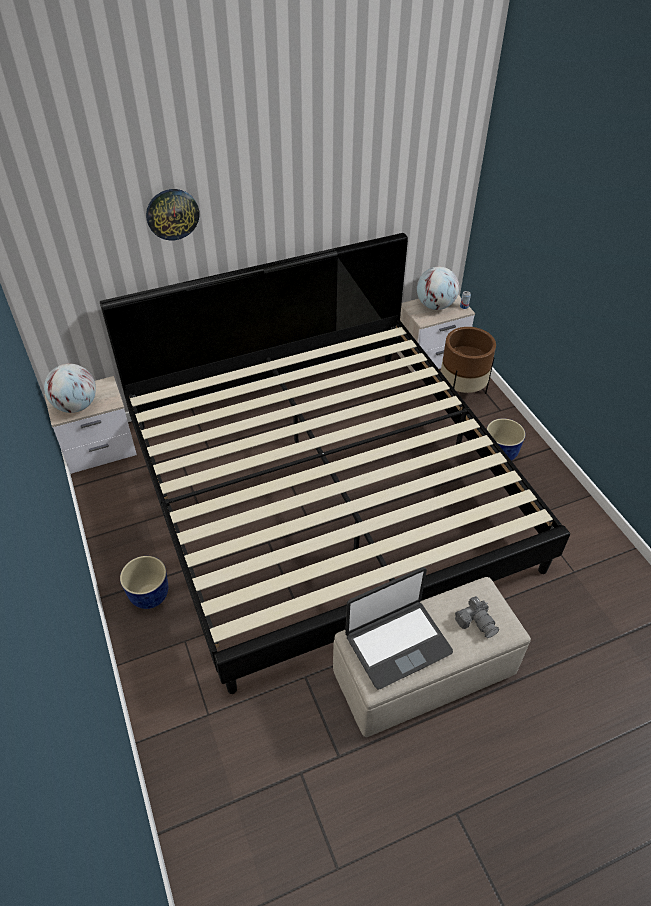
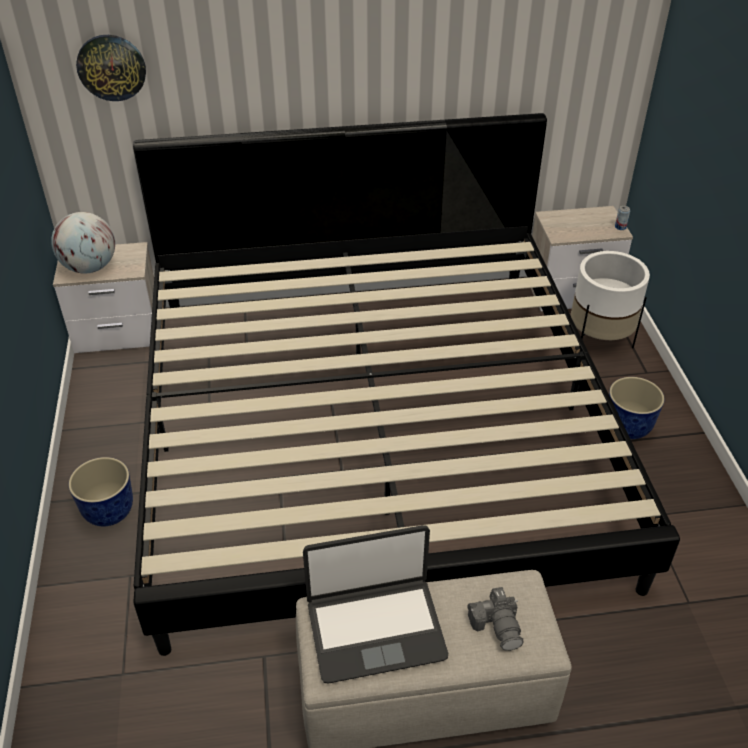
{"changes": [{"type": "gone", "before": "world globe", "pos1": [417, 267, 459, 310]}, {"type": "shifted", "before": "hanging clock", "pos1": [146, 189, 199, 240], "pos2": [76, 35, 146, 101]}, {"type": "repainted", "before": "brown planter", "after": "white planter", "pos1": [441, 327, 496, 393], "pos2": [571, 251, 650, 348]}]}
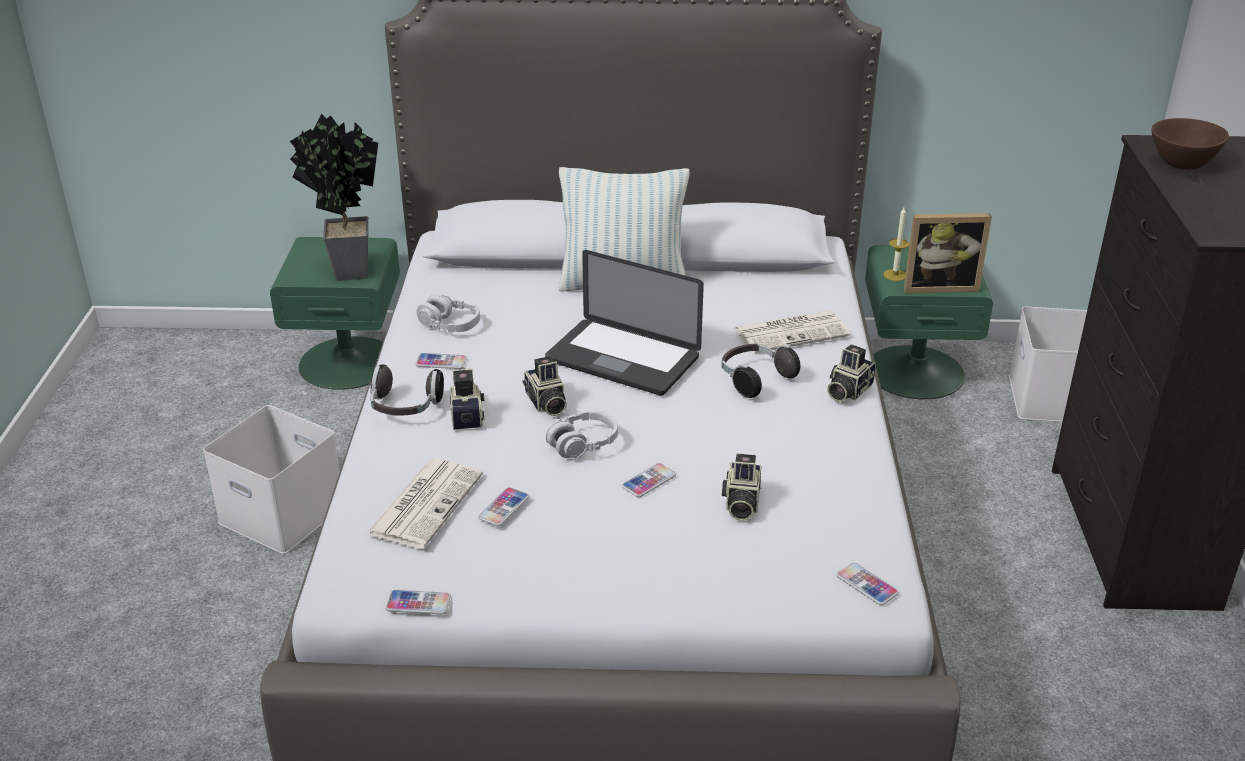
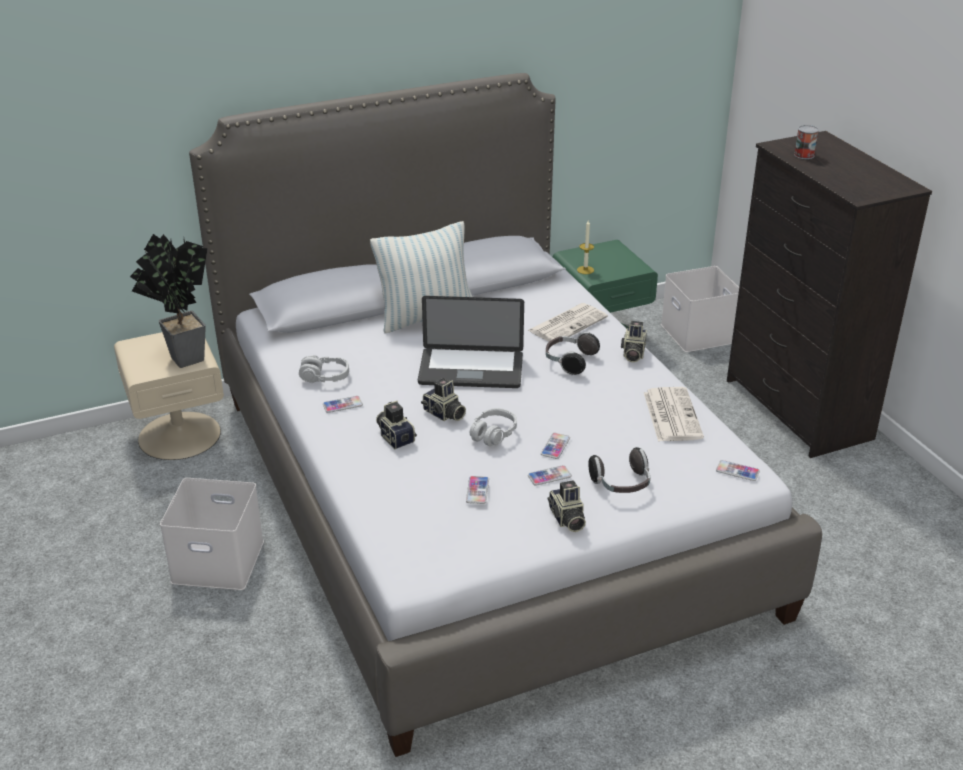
{"changes": [{"type": "gone", "before": "photo frame", "pos1": [904, 213, 992, 293]}, {"type": "shifted", "before": "printed paper", "pos1": [365, 459, 483, 549], "pos2": [644, 387, 704, 442]}, {"type": "shifted", "before": "pair of headphones", "pos1": [370, 364, 444, 416], "pos2": [588, 447, 650, 493]}, {"type": "shifted", "before": "handset", "pos1": [385, 590, 451, 614], "pos2": [528, 465, 572, 486]}, {"type": "shifted", "before": "still camera", "pos1": [722, 454, 762, 521], "pos2": [547, 480, 586, 532]}, {"type": "swapped", "before": "brown deep dish", "after": "sealed can", "pos1": [1151, 118, 1229, 170], "pos2": [794, 125, 819, 159]}, {"type": "repainted", "before": "green nightstand", "after": "beige-coloured nightstand", "pos1": [270, 237, 400, 390], "pos2": [114, 332, 224, 460]}]}
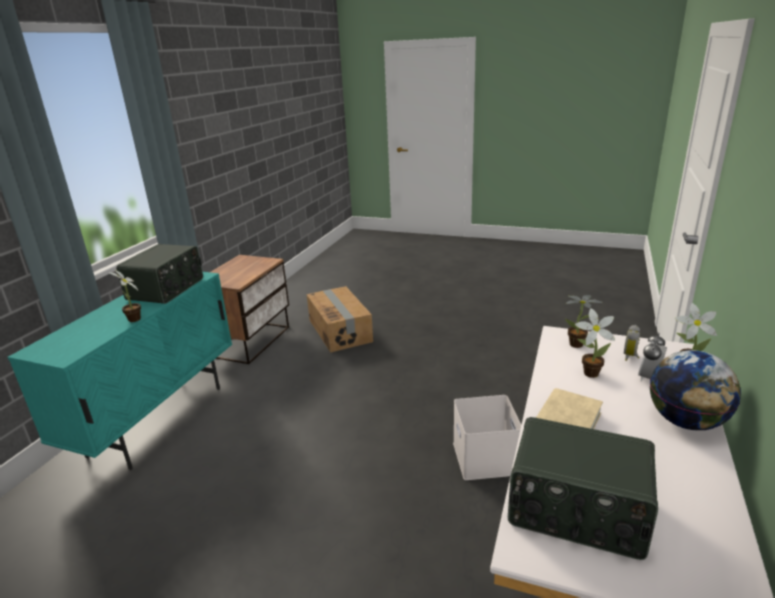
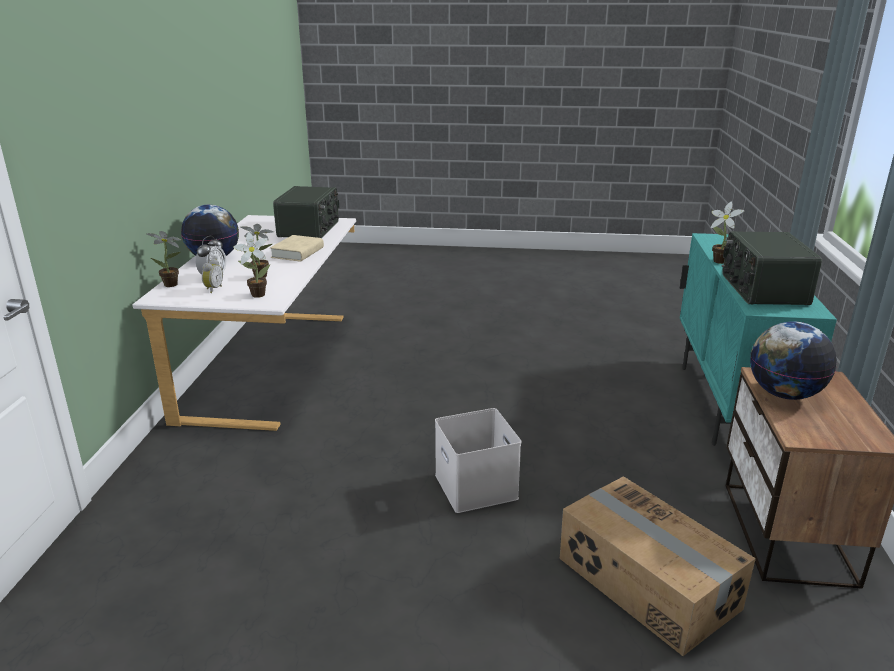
{"changes": [{"type": "new", "after": "world globe", "pos2": [750, 321, 837, 400]}, {"type": "shifted", "before": "white storage box", "pos1": [453, 395, 521, 480], "pos2": [435, 408, 522, 513]}, {"type": "rotated", "before": "radio receiver", "pos1": [508, 417, 658, 560], "pos2": [273, 186, 339, 238], "turn": 90}]}
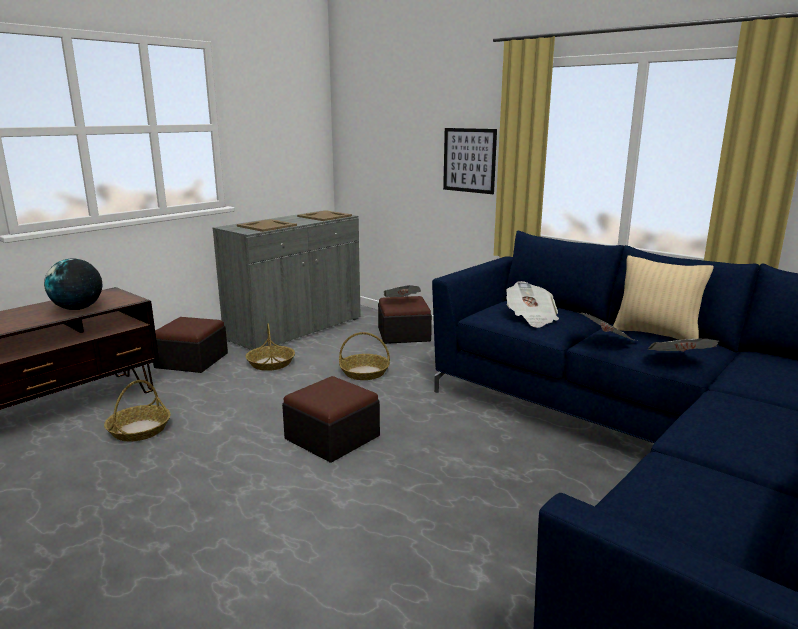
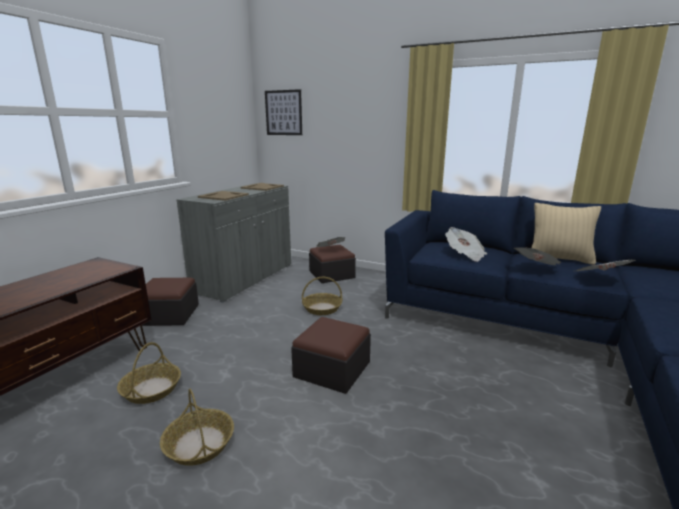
{"changes": [{"type": "gone", "before": "world globe", "pos1": [44, 259, 102, 310]}, {"type": "shifted", "before": "household basket", "pos1": [246, 323, 295, 371], "pos2": [160, 389, 234, 466]}, {"type": "shifted", "before": "wall art", "pos1": [443, 128, 497, 194], "pos2": [265, 89, 302, 135]}]}
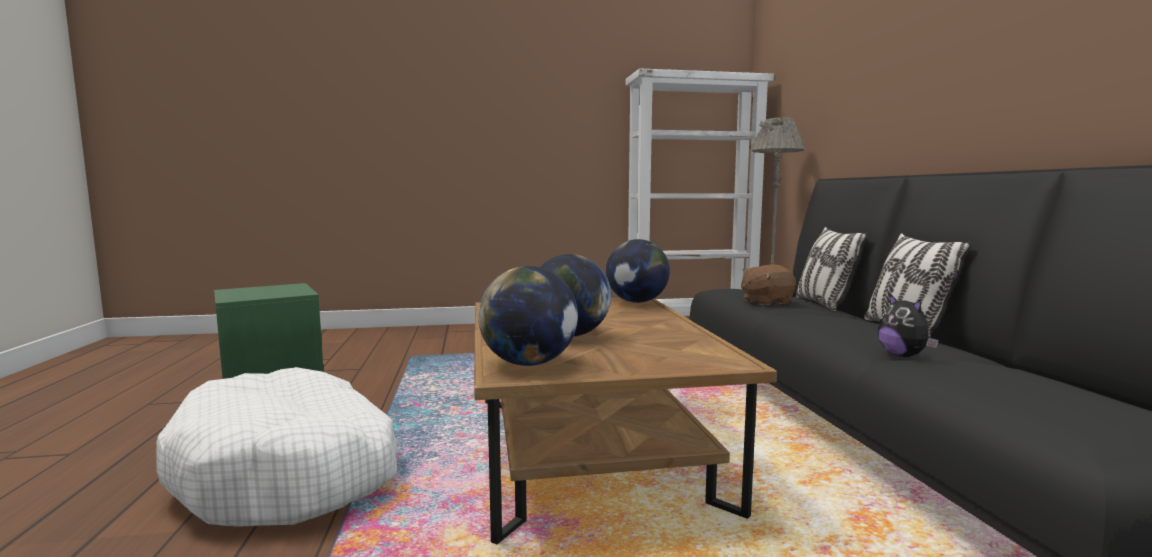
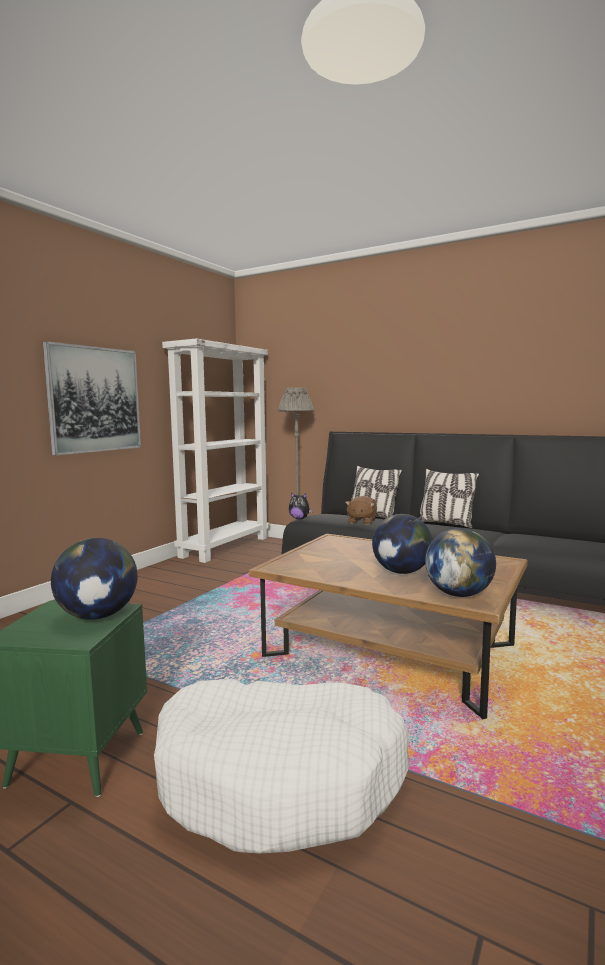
{"changes": [{"type": "new", "after": "wall art", "pos2": [43, 341, 141, 456]}, {"type": "shifted", "before": "world globe", "pos1": [606, 239, 670, 303], "pos2": [51, 538, 138, 620]}, {"type": "shifted", "before": "plush toy", "pos1": [878, 294, 939, 357], "pos2": [289, 492, 313, 519]}]}
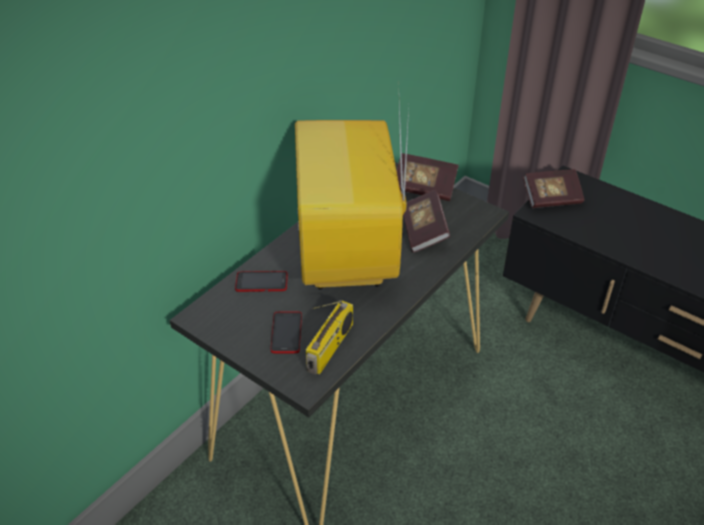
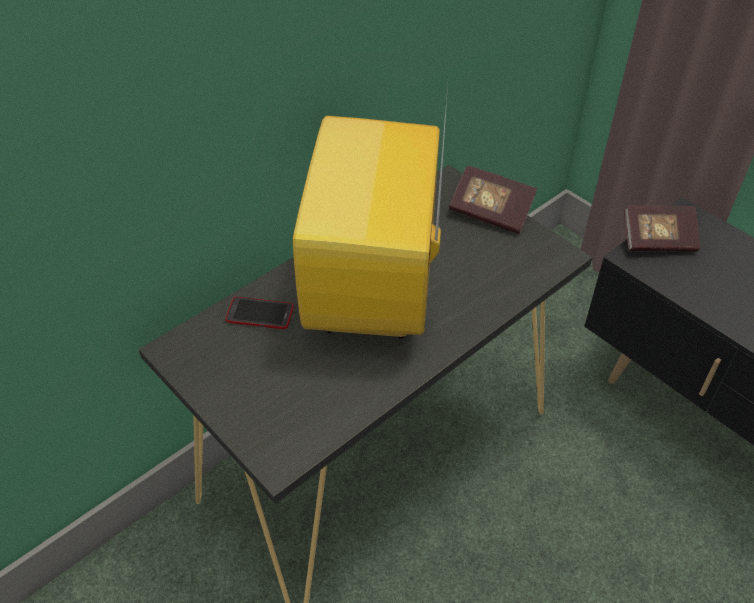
{"changes": [{"type": "gone", "before": "handset", "pos1": [271, 312, 302, 353]}, {"type": "gone", "before": "radio receiver", "pos1": [306, 300, 353, 375]}, {"type": "gone", "before": "bound book", "pos1": [403, 190, 450, 253]}]}
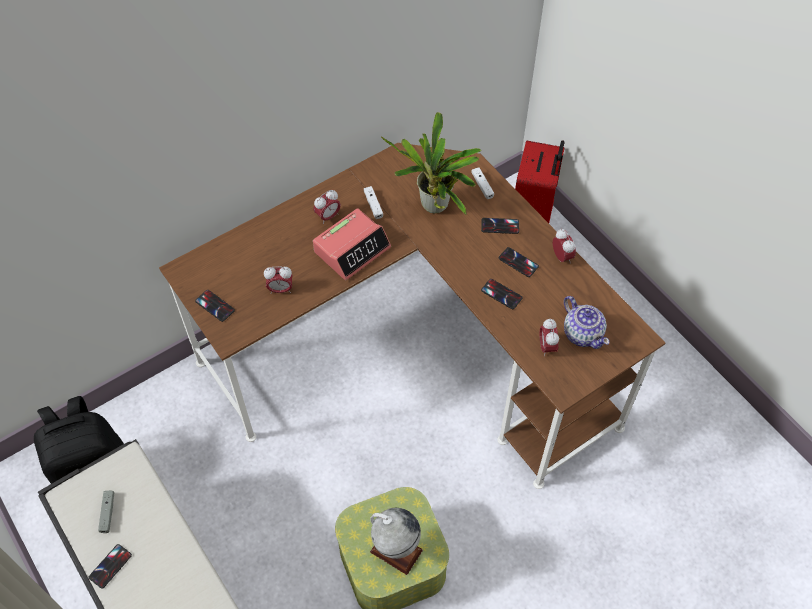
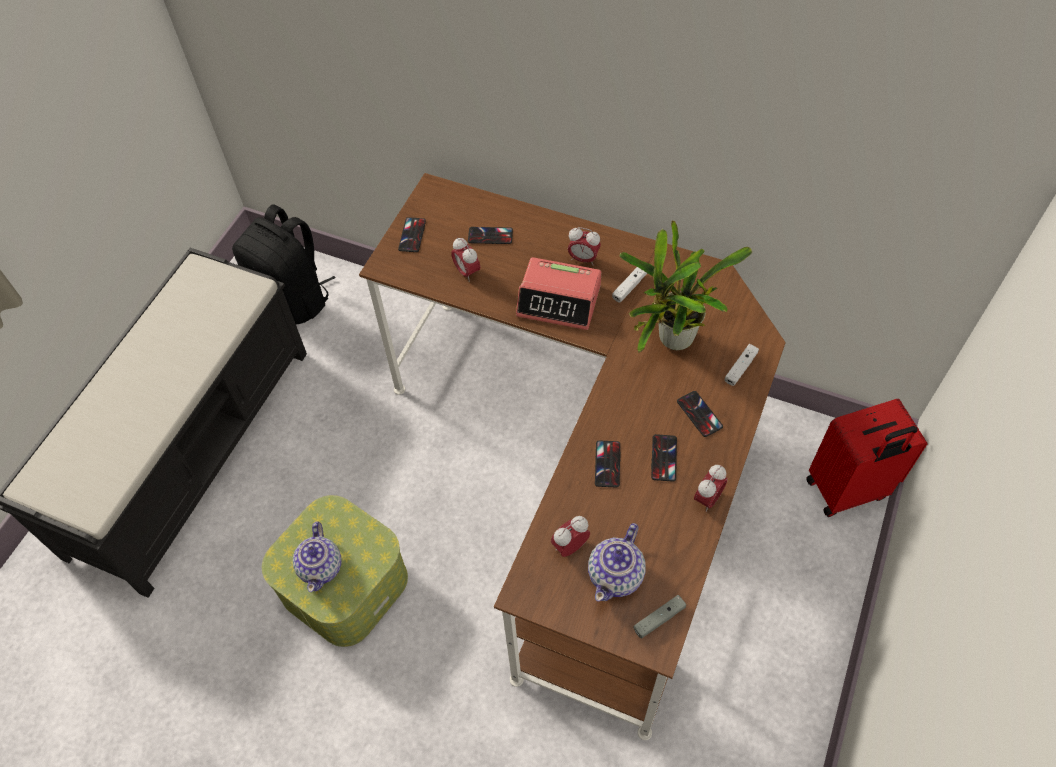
{"changes": [{"type": "shifted", "before": "handset", "pos1": [89, 544, 132, 589], "pos2": [468, 227, 513, 244]}, {"type": "shifted", "before": "greyish joypad", "pos1": [98, 491, 114, 533], "pos2": [634, 595, 686, 639]}, {"type": "swapped", "before": "world globe", "after": "teapot", "pos1": [370, 508, 423, 575], "pos2": [293, 521, 342, 592]}]}
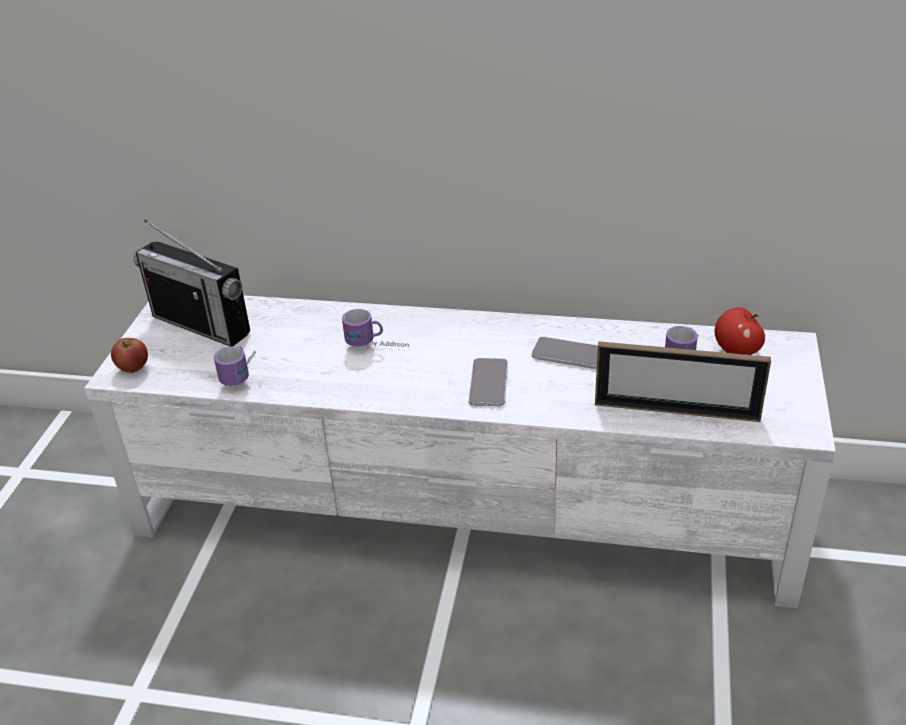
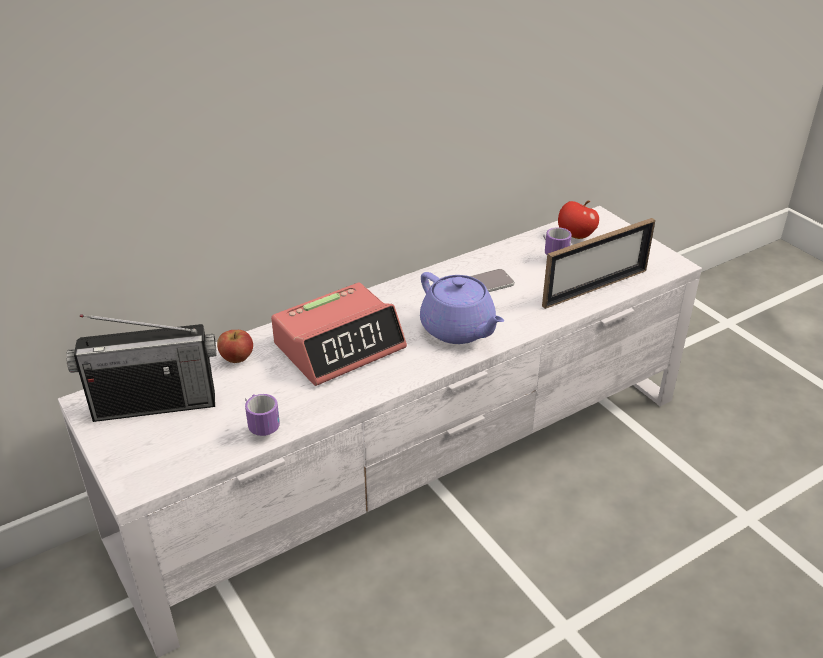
{"changes": [{"type": "shifted", "before": "apple fruit", "pos1": [111, 338, 148, 373], "pos2": [217, 330, 253, 363]}, {"type": "swapped", "before": "coffee mug", "after": "alarm clock", "pos1": [342, 309, 409, 347], "pos2": [271, 283, 407, 386]}, {"type": "swapped", "before": "handset", "after": "purplish teapot", "pos1": [469, 358, 508, 406], "pos2": [420, 272, 504, 344]}]}
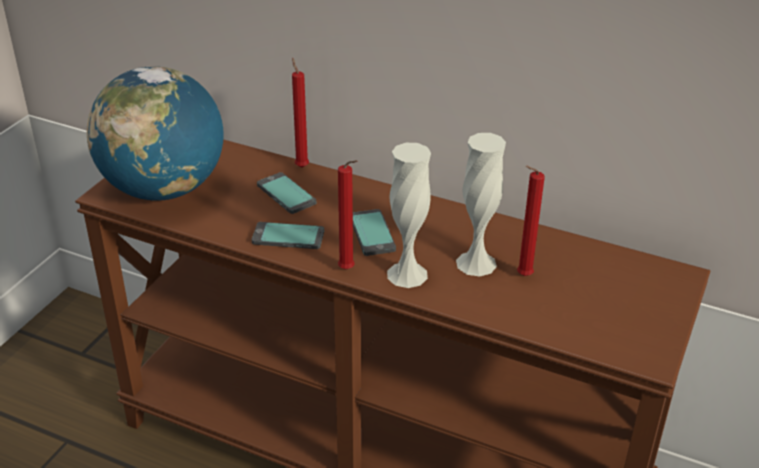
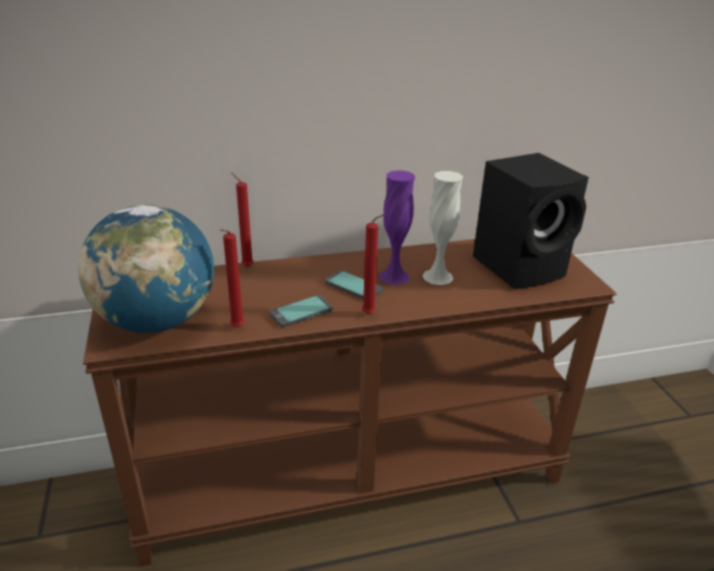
{"changes": [{"type": "gone", "before": "handset", "pos1": [257, 172, 316, 214]}, {"type": "gone", "before": "white vase", "pos1": [387, 143, 431, 288]}, {"type": "new", "after": "purplish vase", "pos2": [379, 170, 415, 285]}, {"type": "new", "after": "blackish audio speaker", "pos2": [473, 153, 589, 289]}, {"type": "shifted", "before": "red-coloured wax light", "pos1": [517, 166, 545, 276], "pos2": [220, 229, 245, 328]}]}
